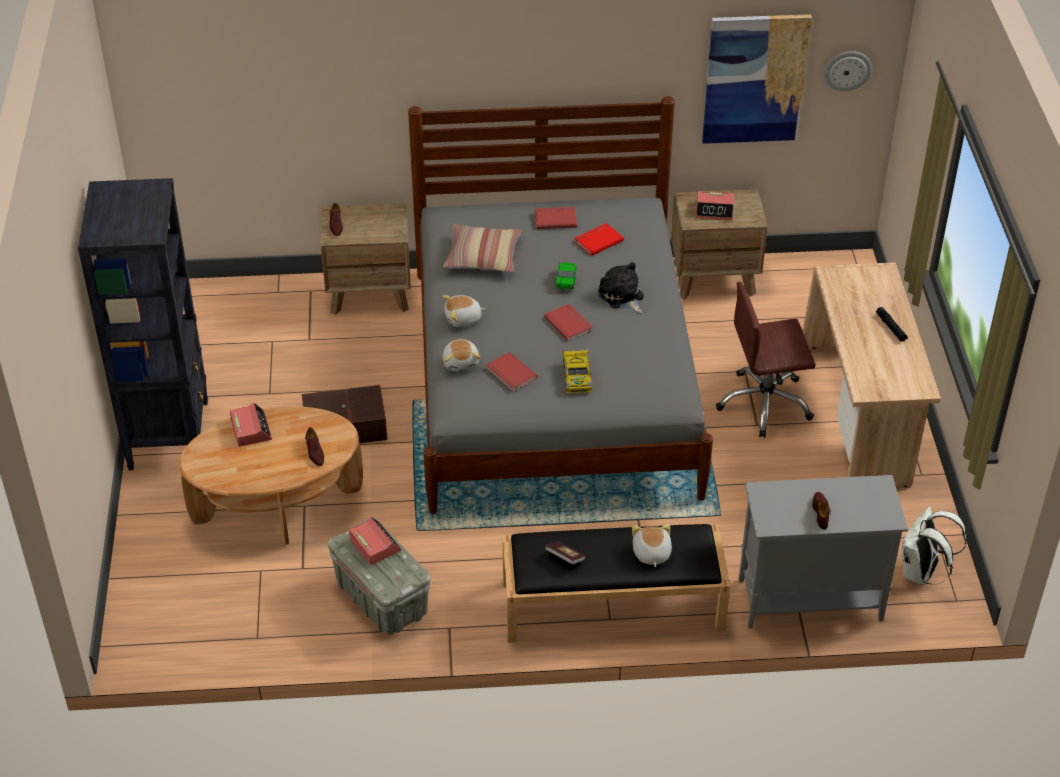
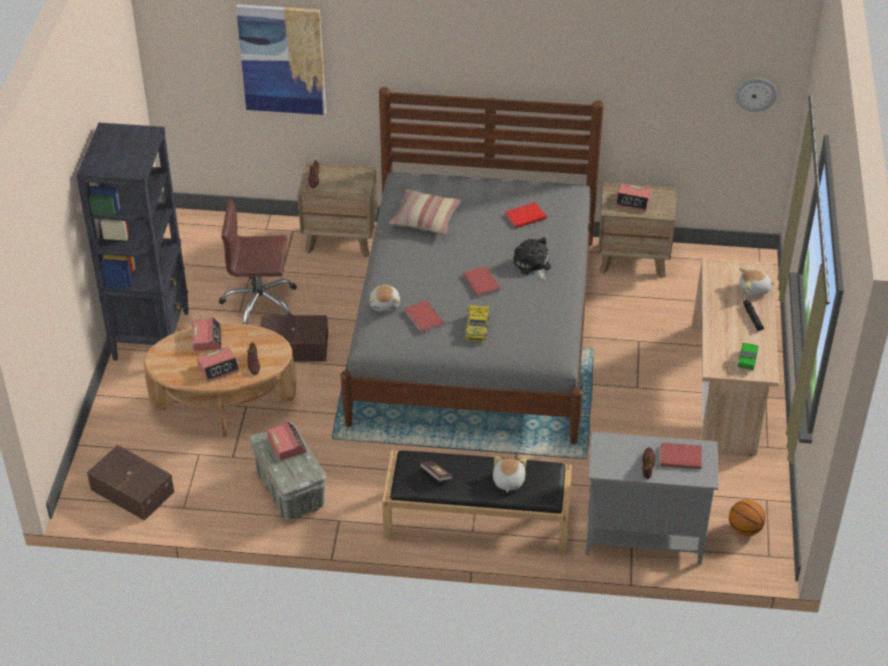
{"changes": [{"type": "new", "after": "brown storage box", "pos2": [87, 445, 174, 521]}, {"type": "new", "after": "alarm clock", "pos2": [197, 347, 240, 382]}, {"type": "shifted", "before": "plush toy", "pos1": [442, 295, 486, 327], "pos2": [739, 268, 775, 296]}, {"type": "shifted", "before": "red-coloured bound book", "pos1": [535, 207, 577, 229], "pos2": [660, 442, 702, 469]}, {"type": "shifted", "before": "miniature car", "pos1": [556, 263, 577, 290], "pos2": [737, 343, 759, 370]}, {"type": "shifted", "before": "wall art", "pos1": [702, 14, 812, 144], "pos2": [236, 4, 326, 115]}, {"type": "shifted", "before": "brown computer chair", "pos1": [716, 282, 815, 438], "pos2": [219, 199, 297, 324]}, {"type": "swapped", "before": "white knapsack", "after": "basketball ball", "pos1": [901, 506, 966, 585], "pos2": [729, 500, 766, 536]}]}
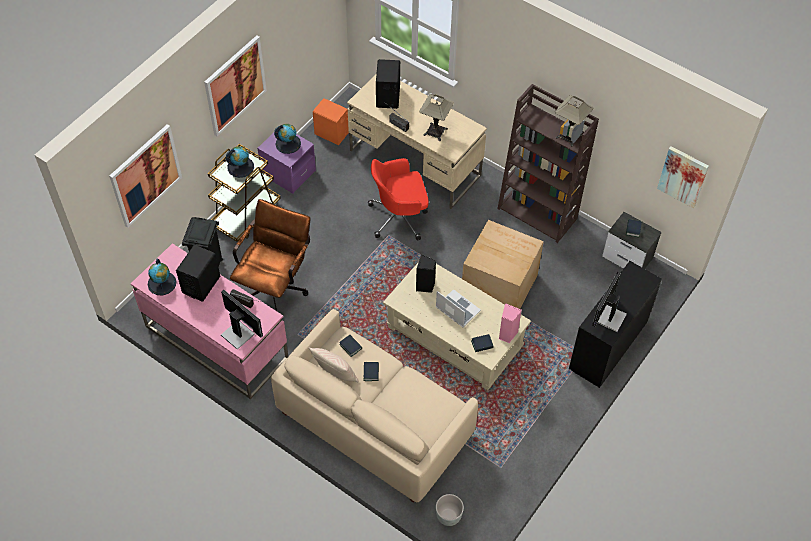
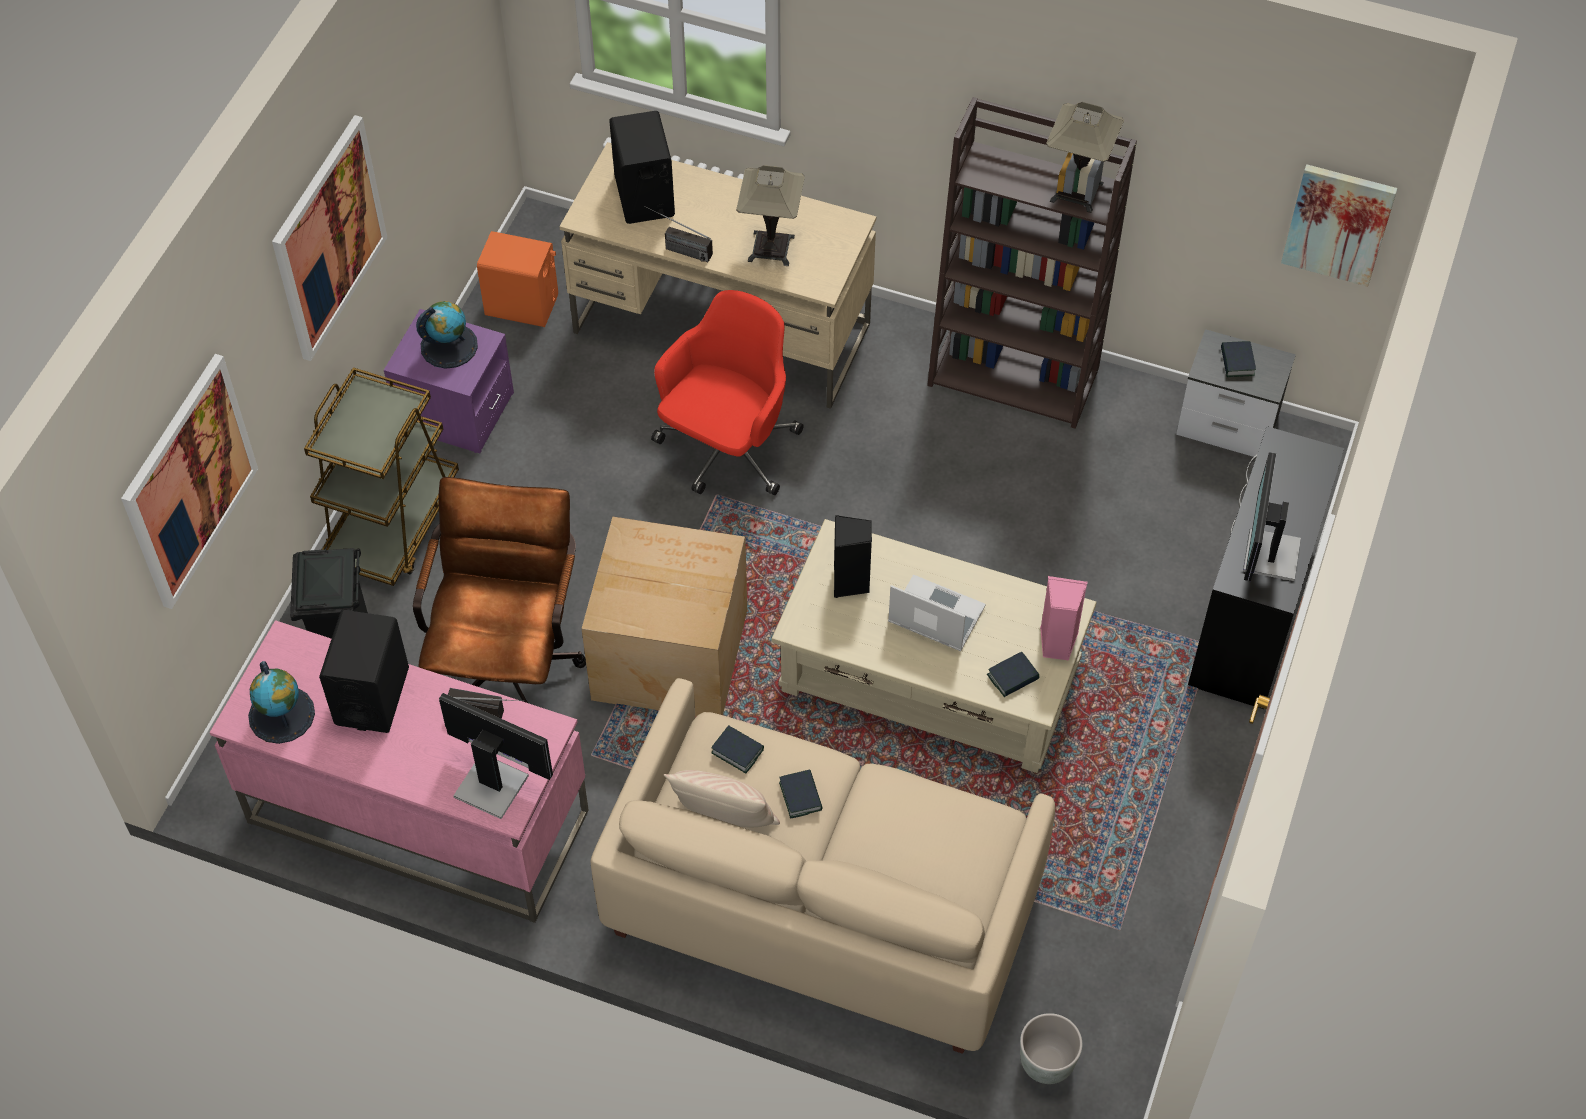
{"changes": [{"type": "gone", "before": "world globe", "pos1": [226, 146, 254, 178]}, {"type": "shifted", "before": "packing box", "pos1": [462, 220, 544, 309], "pos2": [582, 516, 747, 716]}, {"type": "rotated", "before": "red-coloured computer chair", "pos1": [368, 158, 429, 240], "pos2": [651, 290, 804, 495], "turn": 150}]}
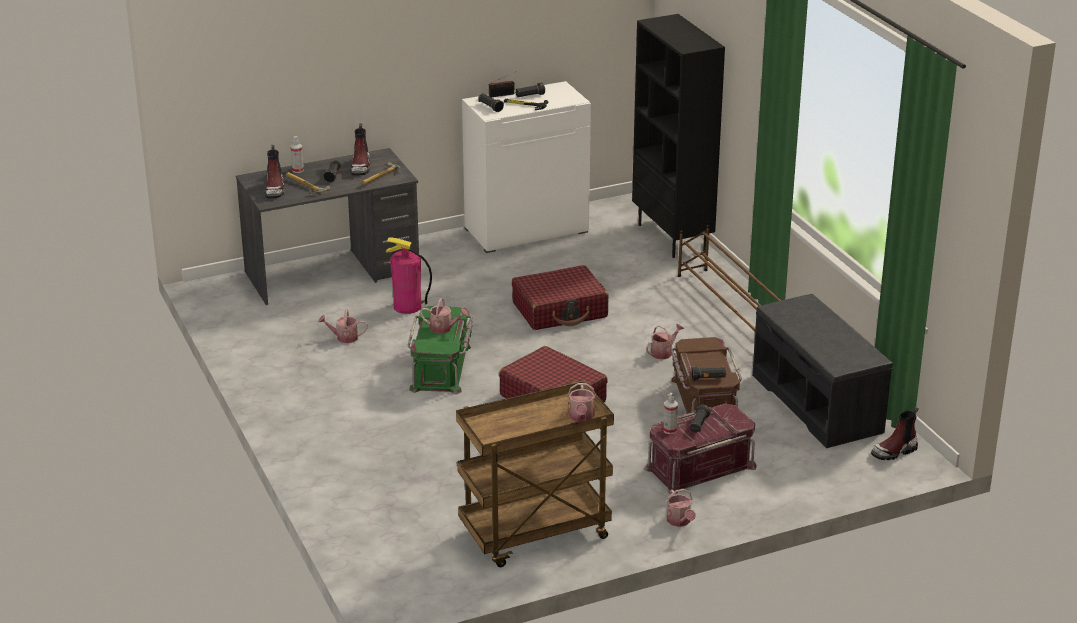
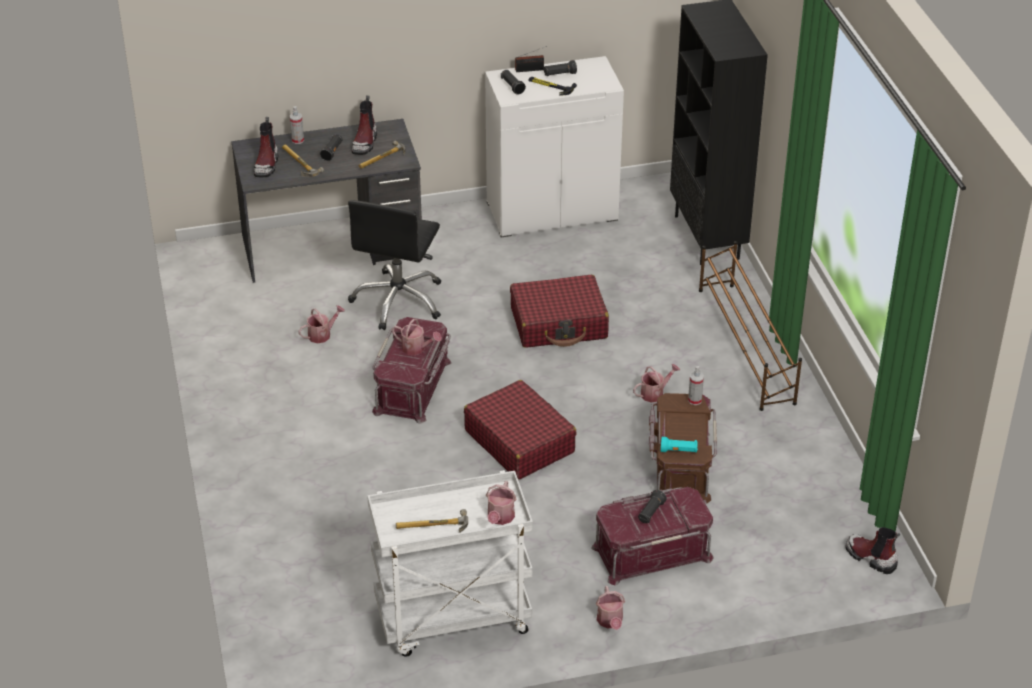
{"changes": [{"type": "gone", "before": "greyish indoor bench", "pos1": [752, 294, 892, 448]}, {"type": "new", "after": "hammer", "pos2": [396, 509, 468, 533]}, {"type": "shifted", "before": "hand sprayer", "pos1": [663, 393, 678, 434], "pos2": [688, 366, 704, 405]}, {"type": "swapped", "before": "fire extinguisher", "after": "blackish computer chair", "pos1": [386, 237, 432, 314], "pos2": [348, 200, 441, 330]}, {"type": "repainted", "before": "green storage box", "after": "red-coloured storage box", "pos1": [408, 306, 472, 395], "pos2": [372, 317, 451, 424]}, {"type": "repainted", "before": "brown cart", "after": "white cart", "pos1": [456, 380, 614, 567], "pos2": [367, 470, 533, 657]}, {"type": "repainted", "before": "blackish hand torch", "after": "turquoise hand torch", "pos1": [691, 366, 726, 381], "pos2": [661, 437, 698, 453]}, {"type": "rotated", "before": "watering pot", "pos1": [318, 309, 368, 343], "pos2": [299, 305, 345, 343], "turn": 135}, {"type": "rotated", "before": "tall boot", "pos1": [871, 407, 919, 460], "pos2": [845, 527, 900, 574], "turn": 60}]}
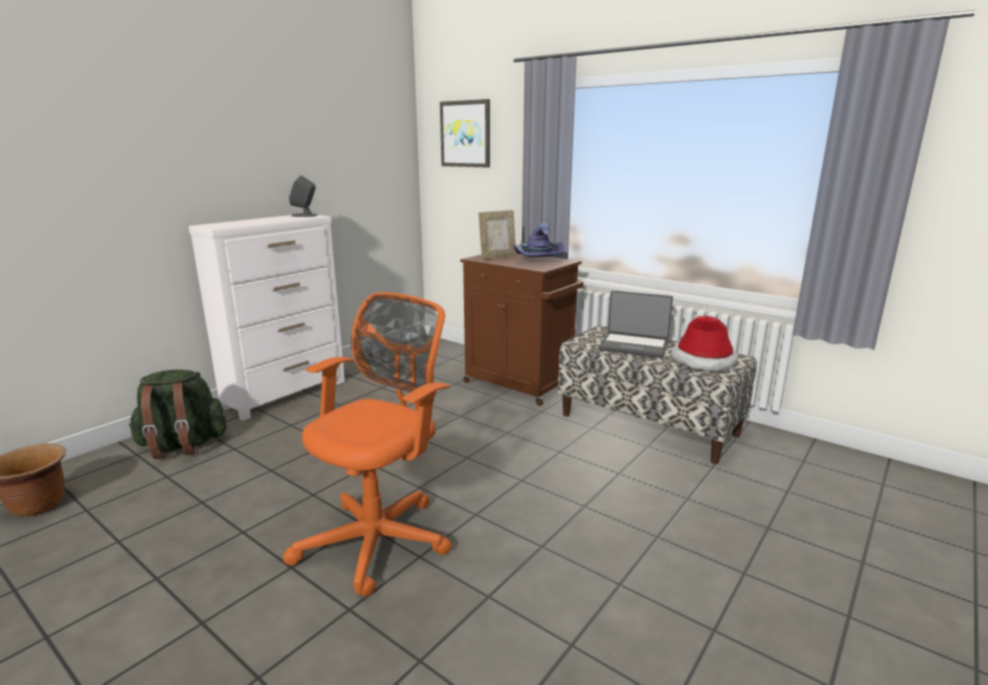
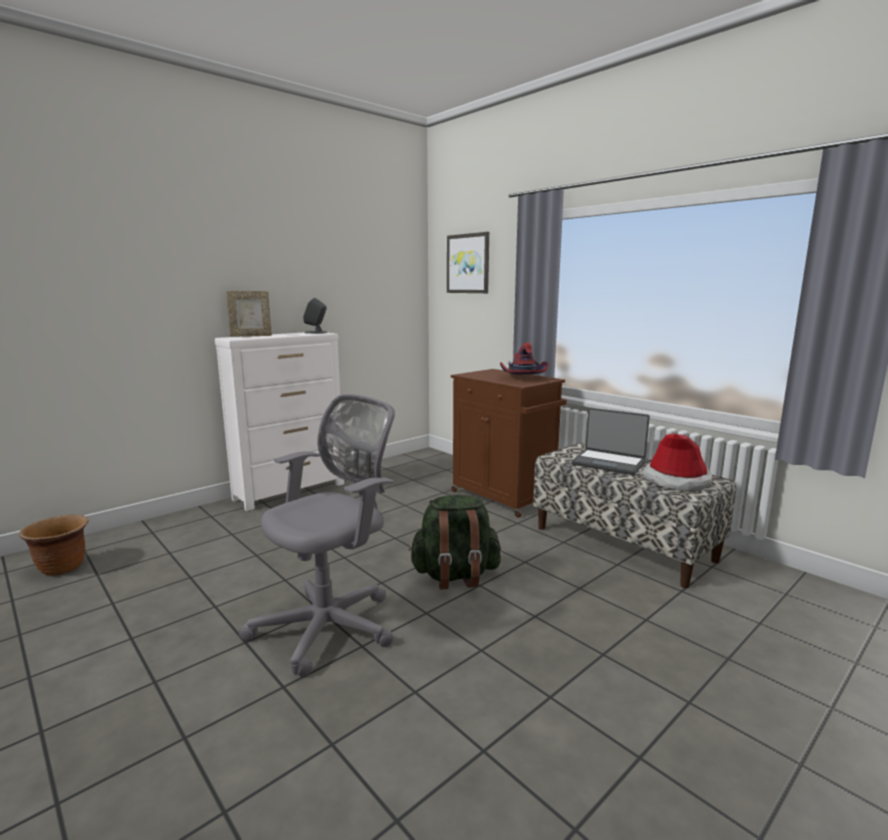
{"changes": [{"type": "shifted", "before": "green knapsack", "pos1": [128, 370, 227, 459], "pos2": [408, 495, 501, 590]}, {"type": "shifted", "before": "photo frame", "pos1": [478, 210, 516, 260], "pos2": [226, 291, 272, 337]}, {"type": "repainted", "before": "orange computer chair", "after": "greyish computer chair", "pos1": [283, 292, 452, 597], "pos2": [239, 394, 395, 677]}, {"type": "repainted", "before": "purplish hat", "after": "red-coloured hat", "pos1": [514, 223, 565, 257], "pos2": [500, 342, 549, 374]}]}
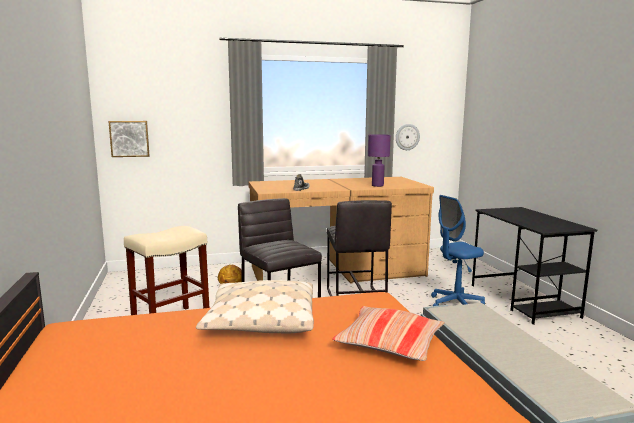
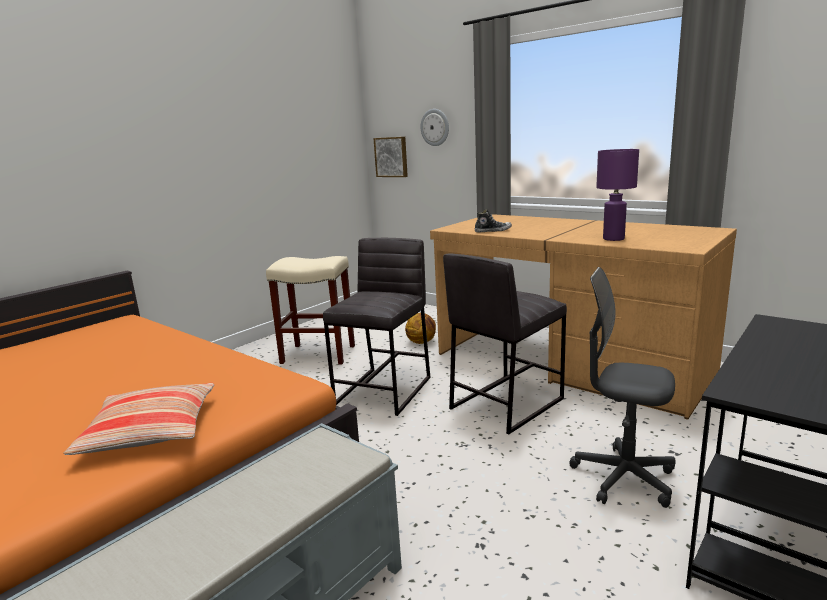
{"changes": [{"type": "gone", "before": "beige-coloured cushion", "pos1": [196, 280, 314, 333]}, {"type": "shifted", "before": "hanging clock", "pos1": [396, 124, 420, 150], "pos2": [420, 109, 449, 146]}, {"type": "repainted", "before": "blue-coloured computer chair", "after": "greyish computer chair", "pos1": [431, 195, 485, 306], "pos2": [569, 267, 676, 508]}]}
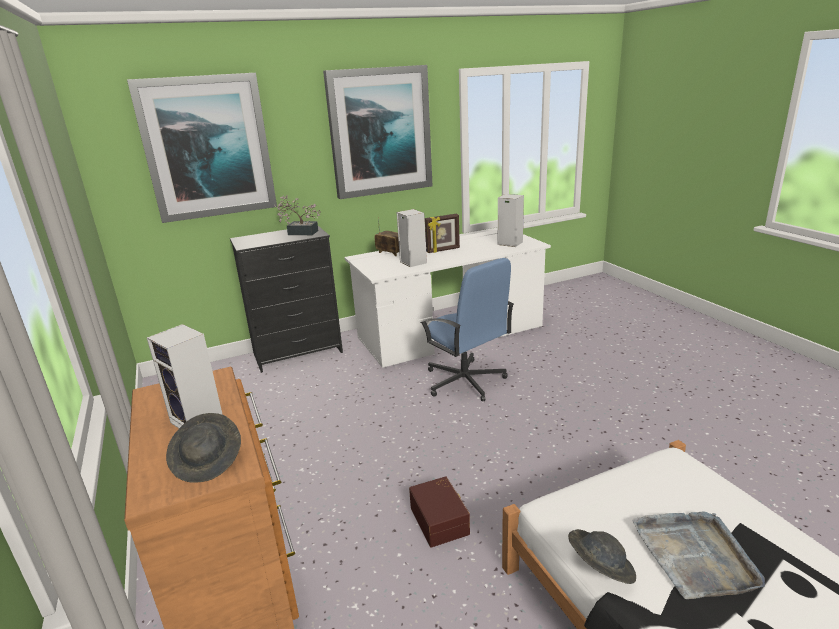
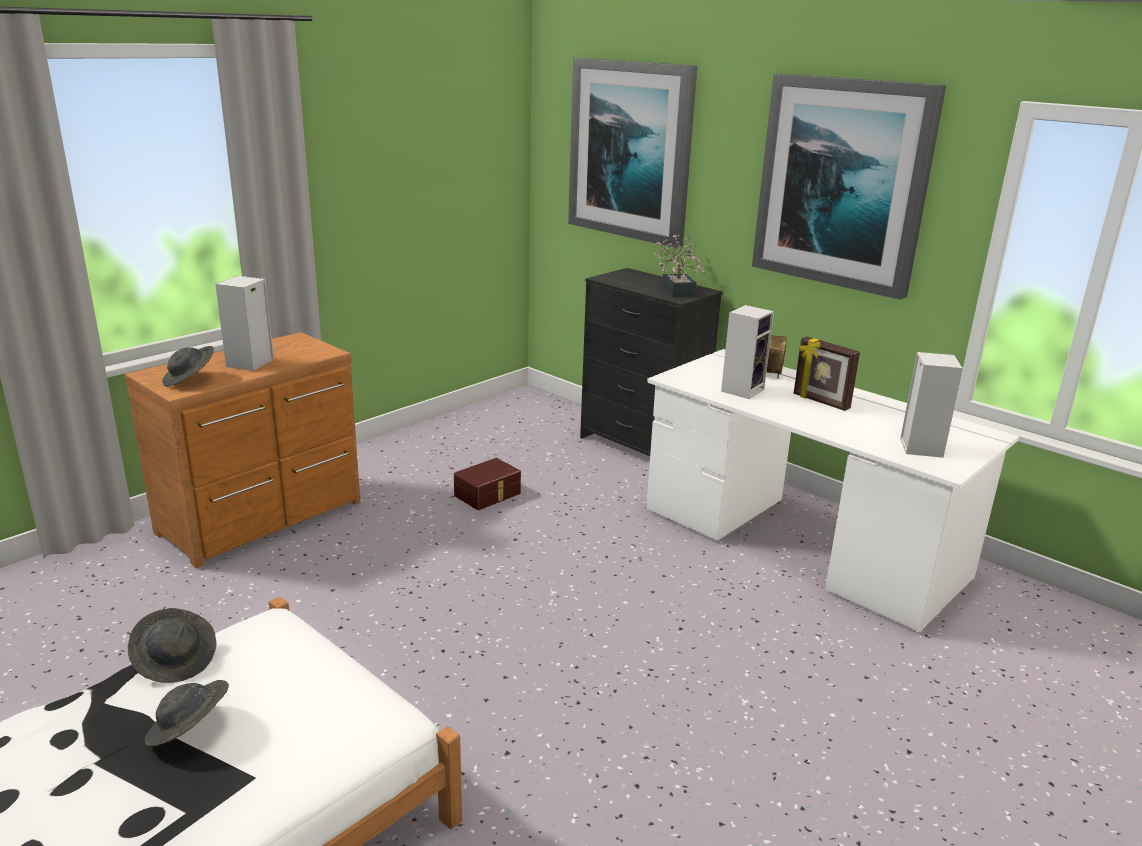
{"changes": [{"type": "gone", "before": "blue-coloured computer chair", "pos1": [420, 258, 514, 401]}, {"type": "shifted", "before": "brown storage box", "pos1": [409, 476, 470, 547], "pos2": [454, 458, 521, 510]}, {"type": "swapped", "before": "greyish carrying tray", "after": "greyish hat", "pos1": [632, 511, 765, 599], "pos2": [145, 680, 229, 747]}]}
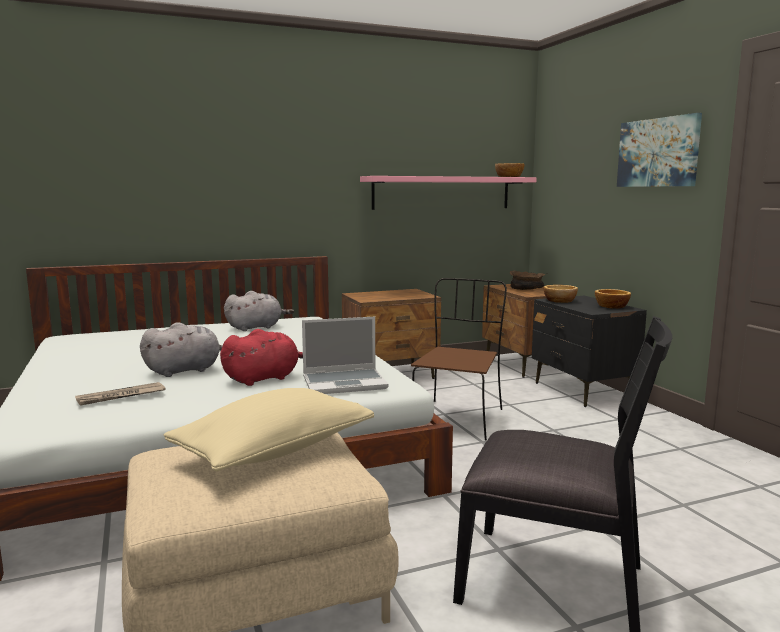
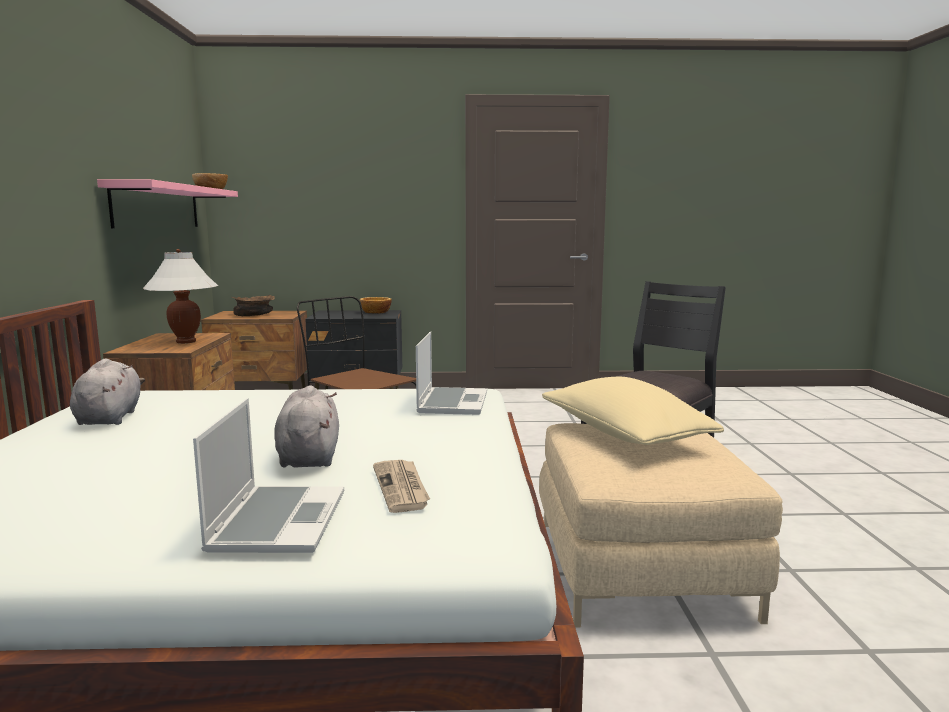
{"changes": [{"type": "gone", "before": "red-coloured plush toy", "pos1": [220, 329, 303, 386]}, {"type": "gone", "before": "deep dish", "pos1": [544, 285, 578, 303]}, {"type": "gone", "before": "wall art", "pos1": [617, 113, 702, 187]}, {"type": "new", "after": "white table lamp", "pos2": [143, 249, 218, 344]}, {"type": "new", "after": "portable computer", "pos2": [193, 398, 344, 553]}]}
